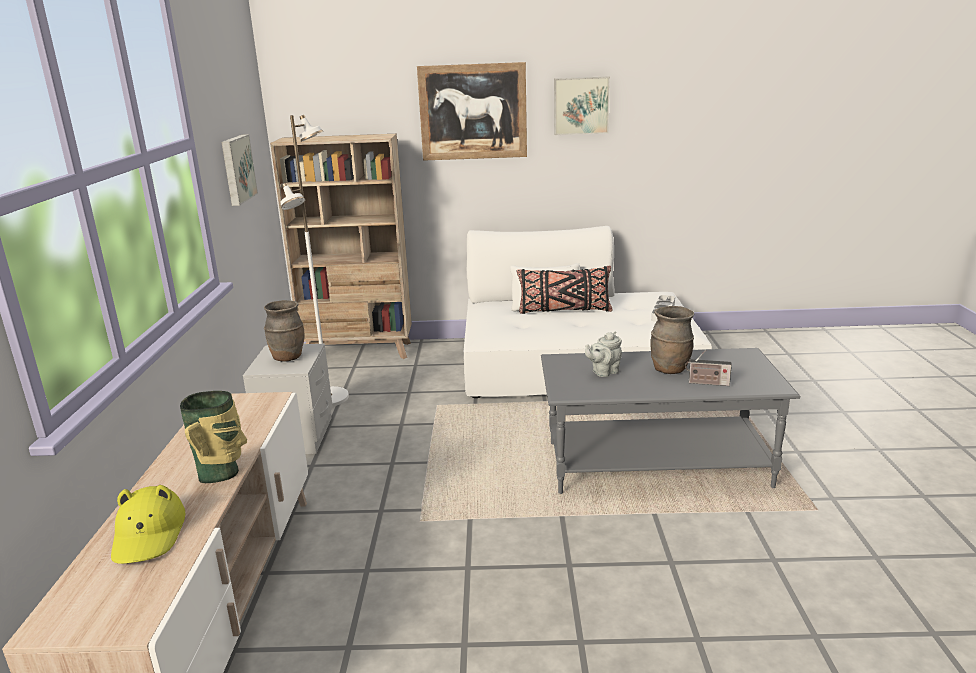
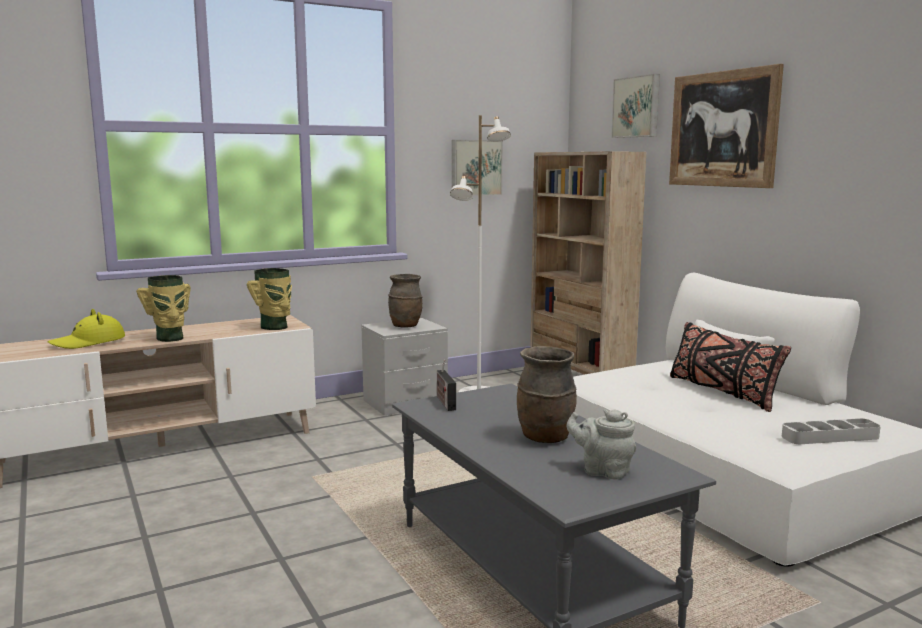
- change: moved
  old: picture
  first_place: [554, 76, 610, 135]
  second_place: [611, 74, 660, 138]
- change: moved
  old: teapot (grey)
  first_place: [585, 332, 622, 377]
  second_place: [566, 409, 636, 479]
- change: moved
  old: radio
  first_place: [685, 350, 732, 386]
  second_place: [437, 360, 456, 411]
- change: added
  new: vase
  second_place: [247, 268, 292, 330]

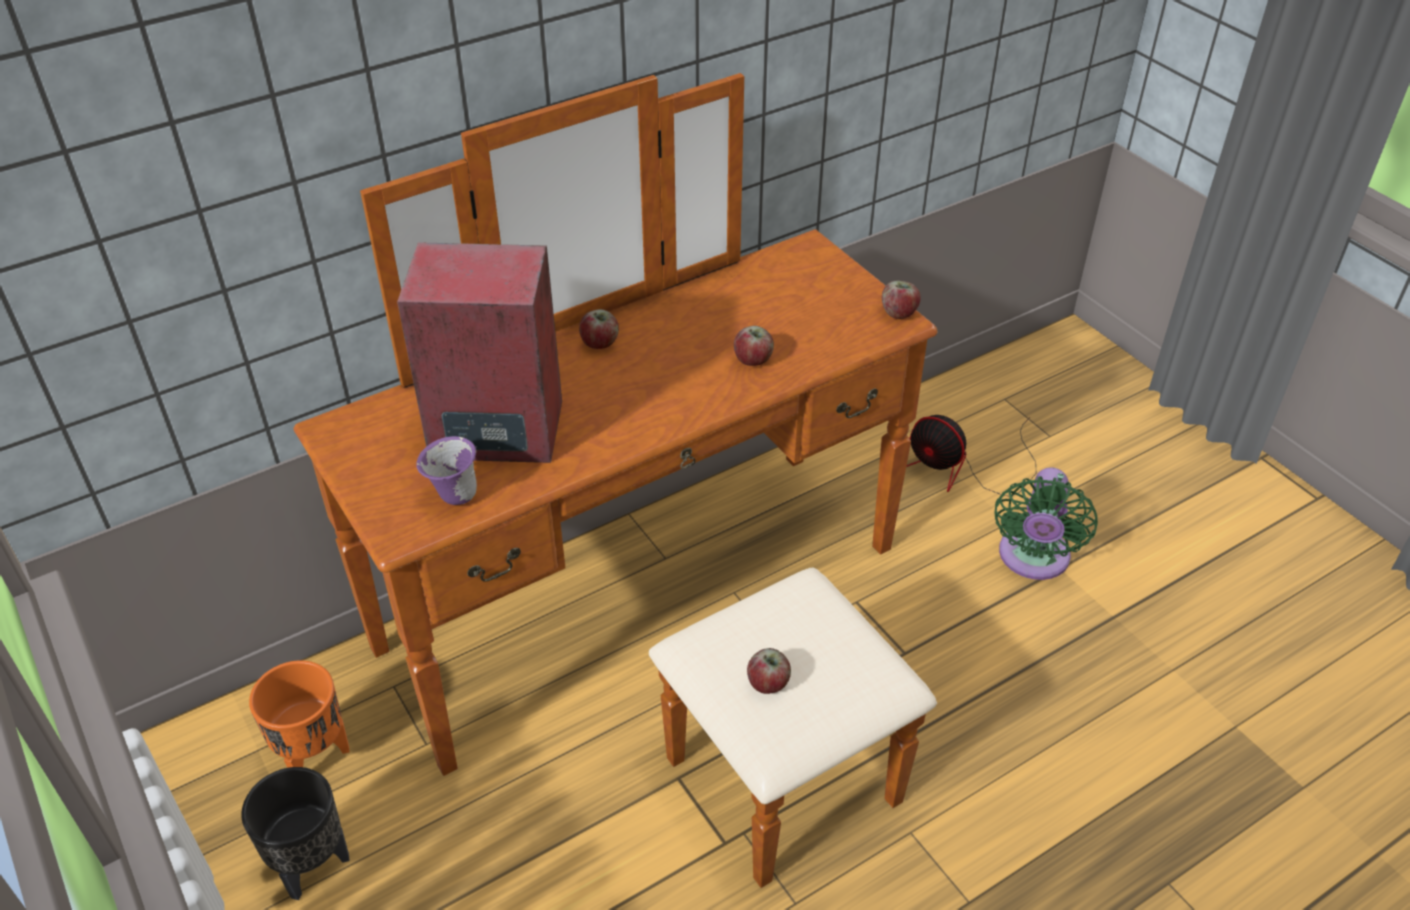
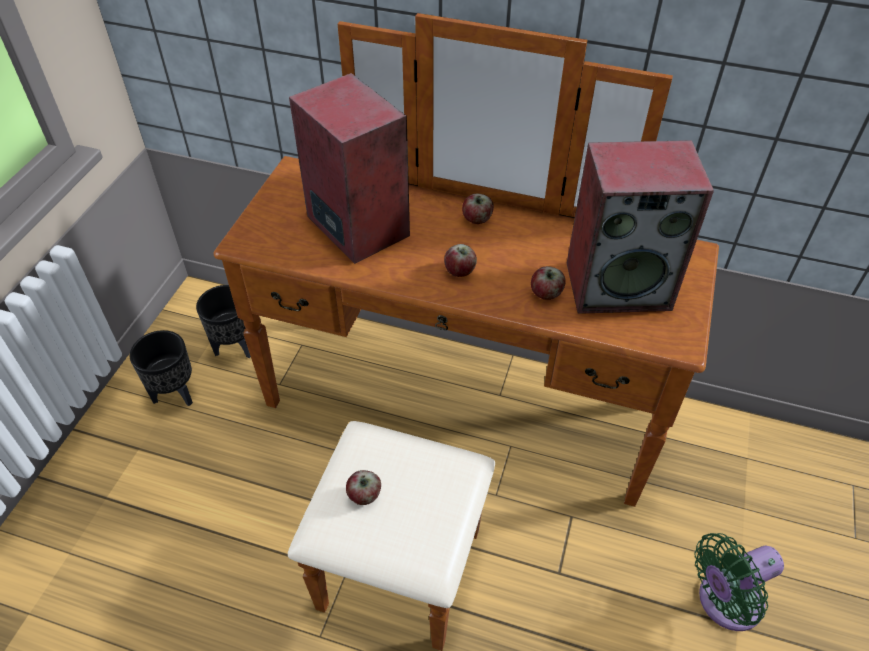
- change: recoloured
  old: planter (orange)
  new: planter (black)
  first_place: [249, 660, 350, 768]
  second_place: [196, 285, 251, 358]
- change: removed
  old: mug (purple)
  first_place: [416, 436, 477, 505]
- change: moved
  old: apple
  first_place: [882, 281, 921, 319]
  second_place: [444, 244, 477, 277]
- change: removed
  old: fan
  first_place: [906, 415, 1036, 496]
- change: added
  new: speaker
  second_place: [567, 140, 714, 314]

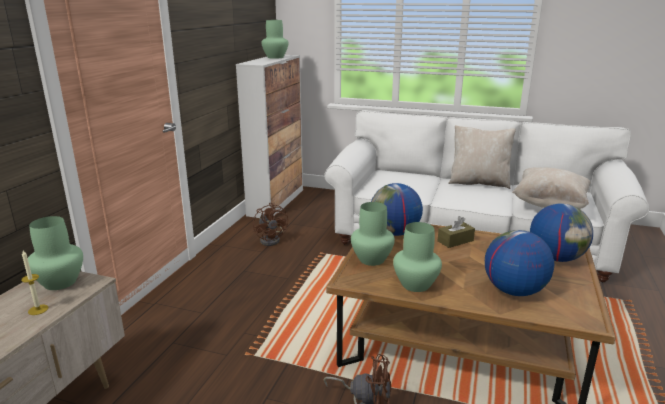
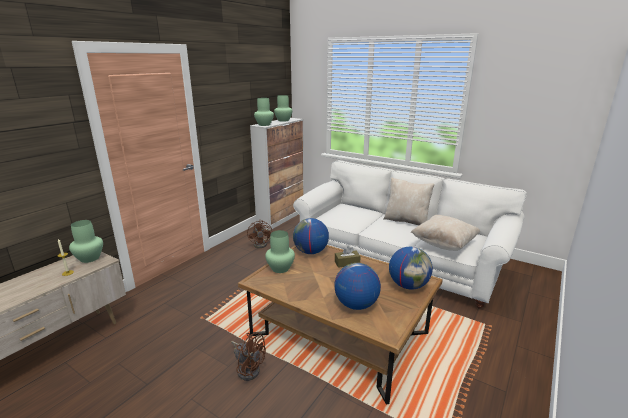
- change: moved
  old: vase (green)
  first_place: [393, 222, 442, 292]
  second_place: [254, 98, 274, 126]

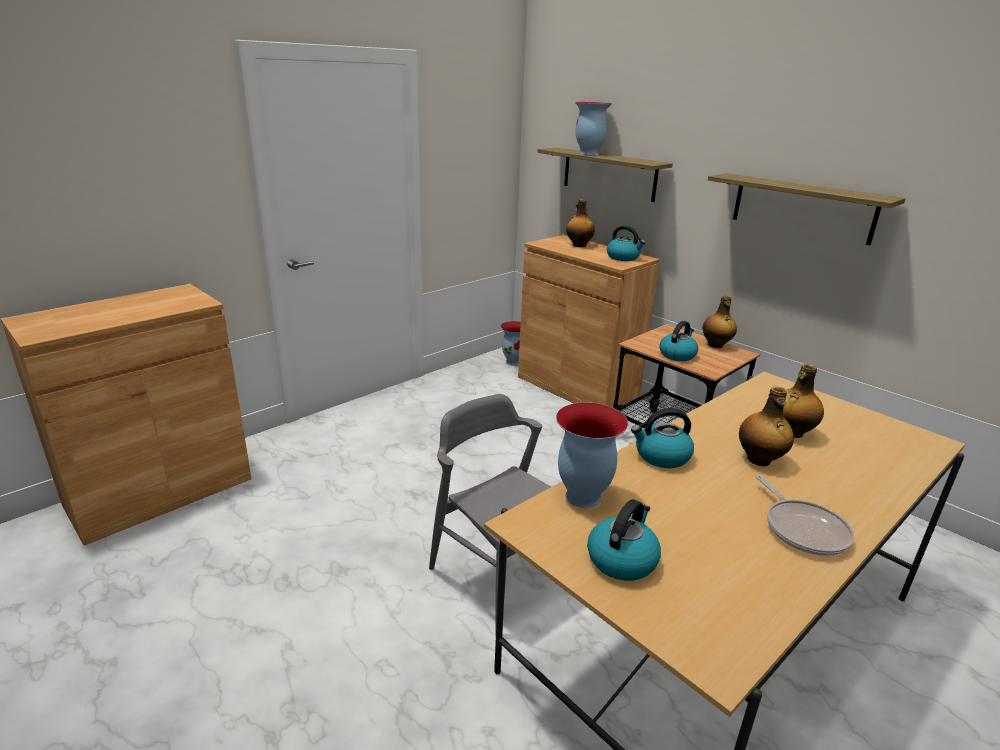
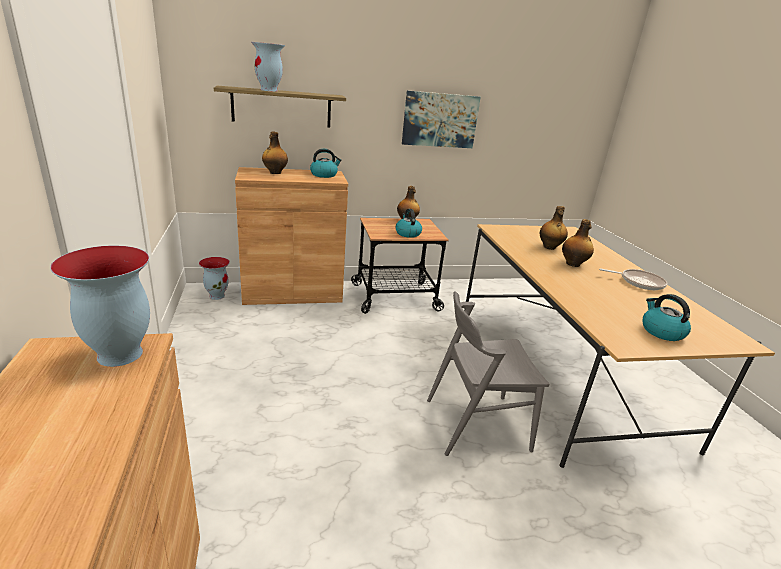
- change: moved
  old: vase
  first_place: [556, 402, 628, 508]
  second_place: [50, 245, 150, 367]
- change: removed
  old: kettle
  first_place: [631, 408, 694, 468]
- change: replaced
  old: shelf
  new: picture
  first_place: [708, 173, 906, 245]
  second_place: [402, 91, 481, 148]

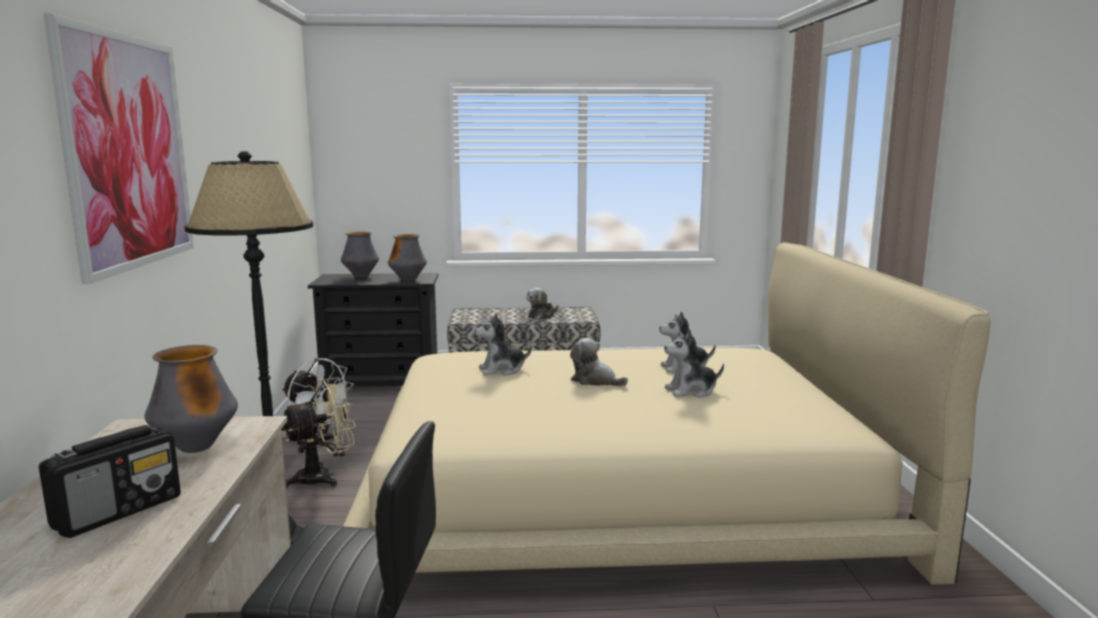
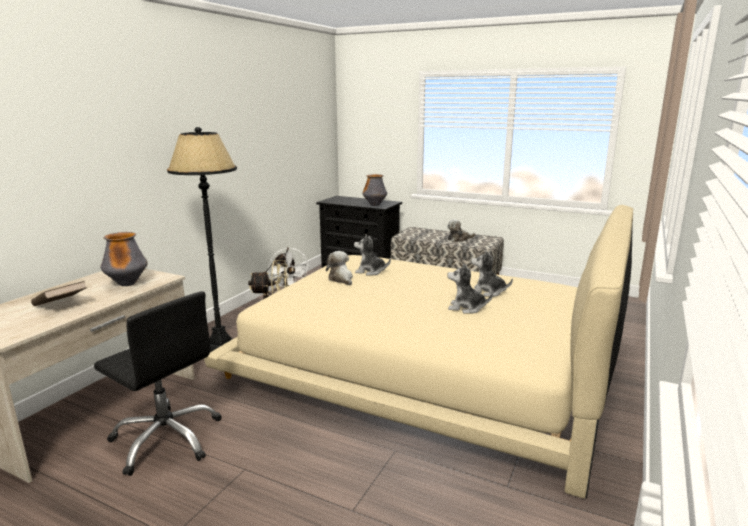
- change: replaced
  old: radio
  new: book (brown)
  first_place: [39, 425, 181, 538]
  second_place: [31, 281, 87, 306]
- change: removed
  old: picture
  first_place: [43, 13, 194, 284]
- change: removed
  old: vase
  first_place: [341, 232, 379, 278]
- change: moved
  old: plush toy
  first_place: [570, 338, 628, 386]
  second_place: [326, 251, 353, 285]

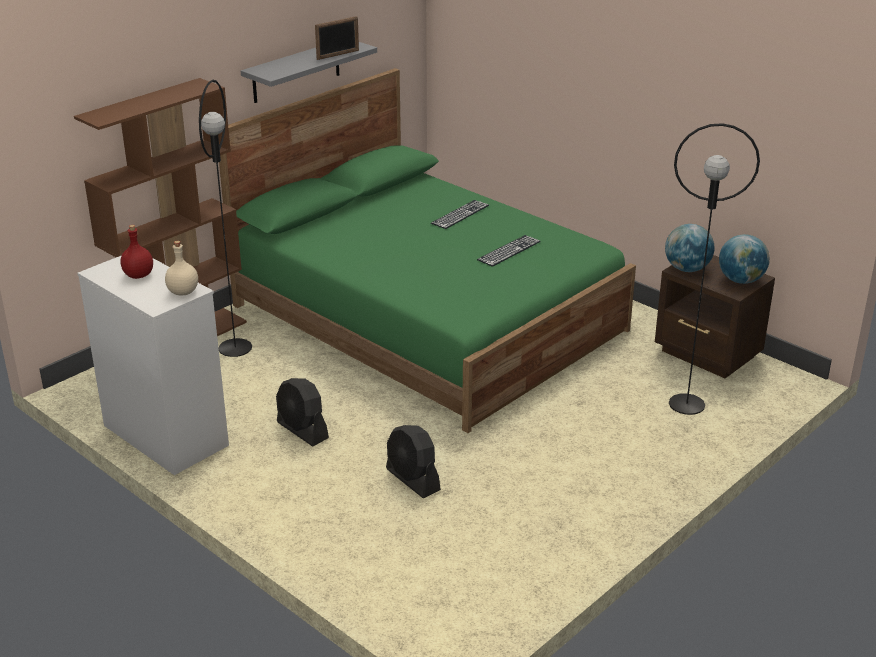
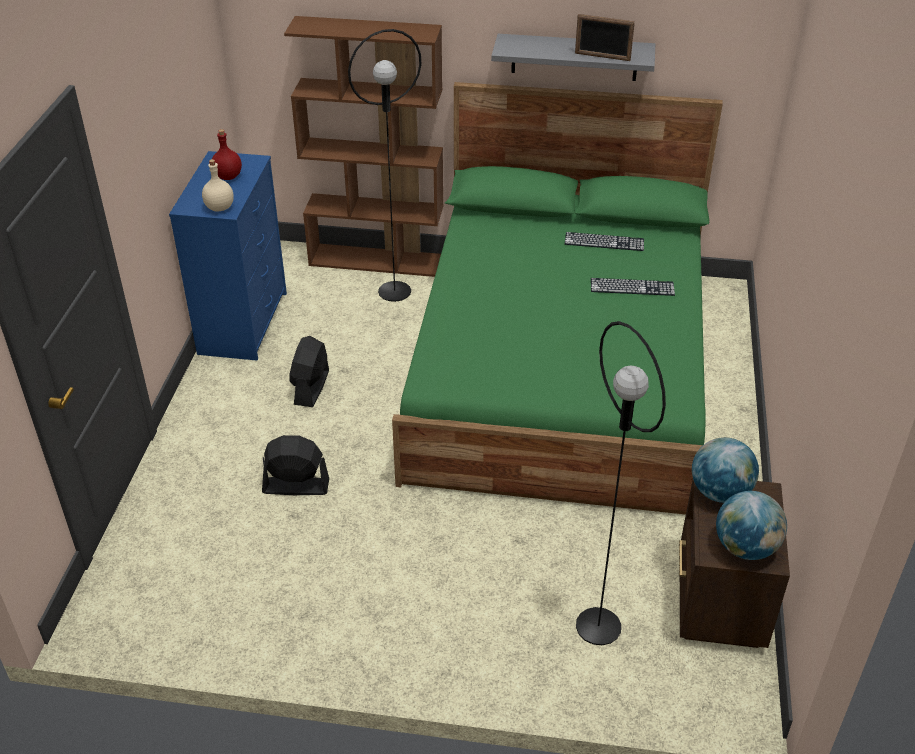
- change: recoloured
  old: dresser (white)
  new: dresser (blue)
  first_place: [78, 255, 229, 475]
  second_place: [169, 151, 287, 361]
- change: turned
  old: fan (black)
  first_place: [386, 425, 441, 498]
  second_place: [262, 435, 329, 495]
  degrees: 75
- change: moved
  old: keyboard
  first_place: [477, 235, 540, 267]
  second_place: [565, 232, 644, 251]

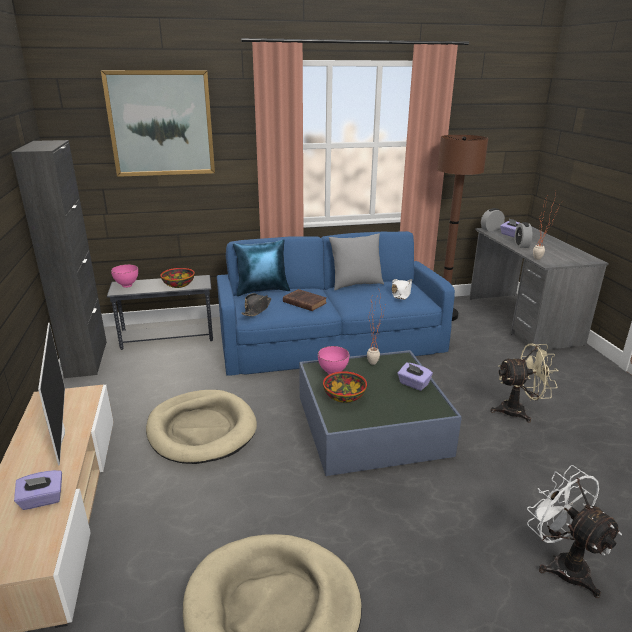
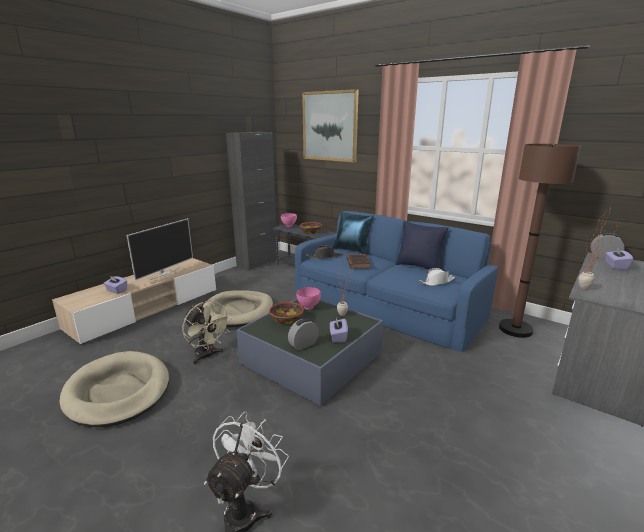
- change: recoloured
  old: pillow (grey)
  new: pillow (blue)
  first_place: [329, 234, 384, 290]
  second_place: [396, 221, 449, 269]
- change: moved
  old: fan (beige)
  first_place: [490, 343, 558, 423]
  second_place: [182, 301, 232, 364]
- change: moved
  old: alarm clock
  first_place: [515, 222, 532, 248]
  second_place: [288, 319, 319, 350]

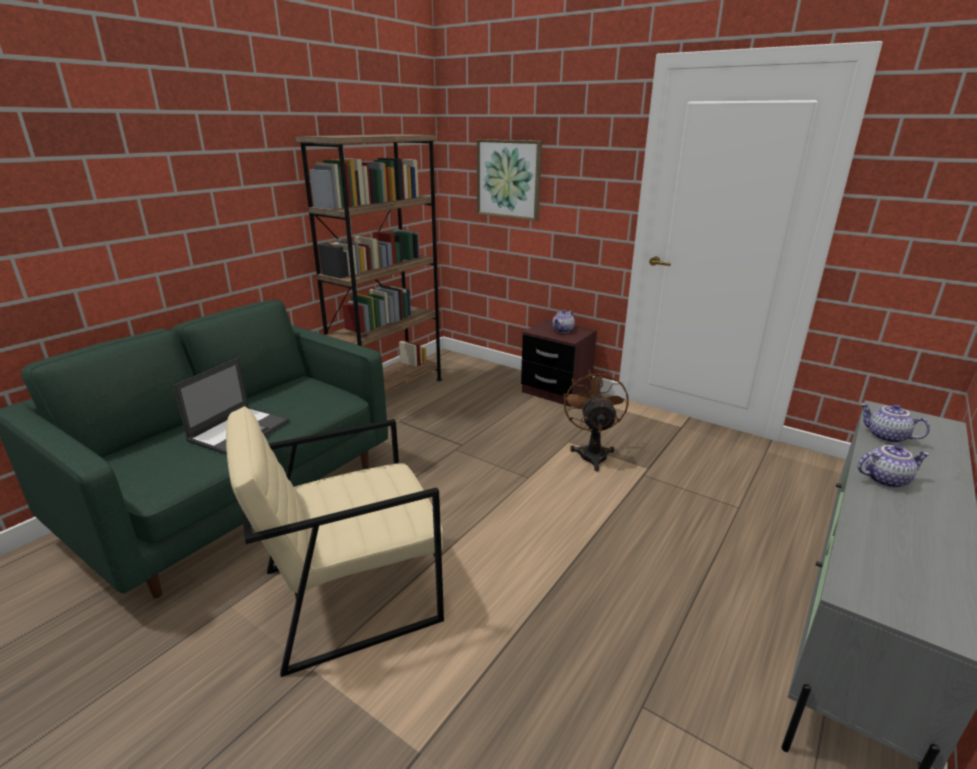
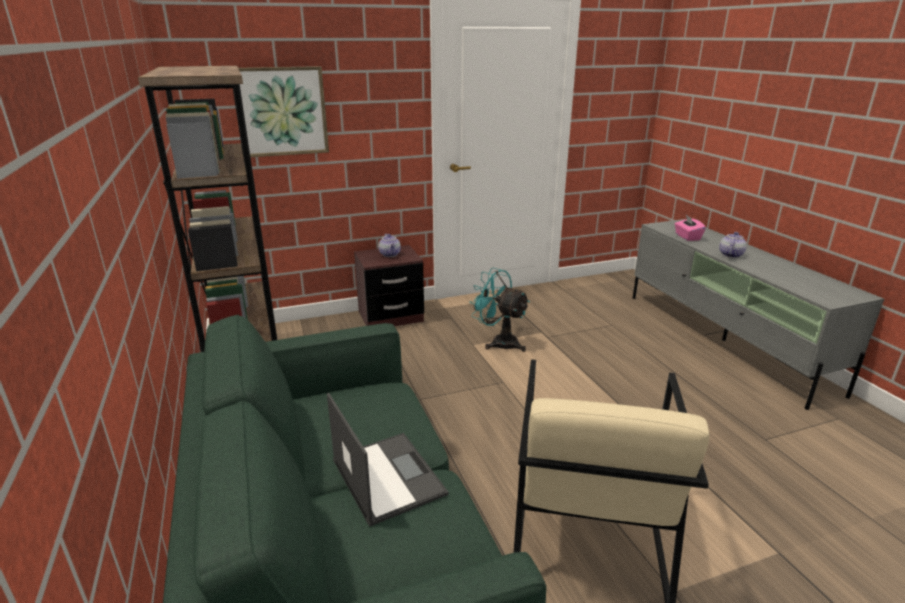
- change: recoloured
  old: fan (brown)
  new: fan (turquoise)
  first_place: [564, 370, 629, 471]
  second_place: [469, 267, 530, 352]
- change: replaced
  old: teapot
  new: tissue box (pink)
  first_place: [860, 403, 930, 443]
  second_place: [675, 215, 706, 241]

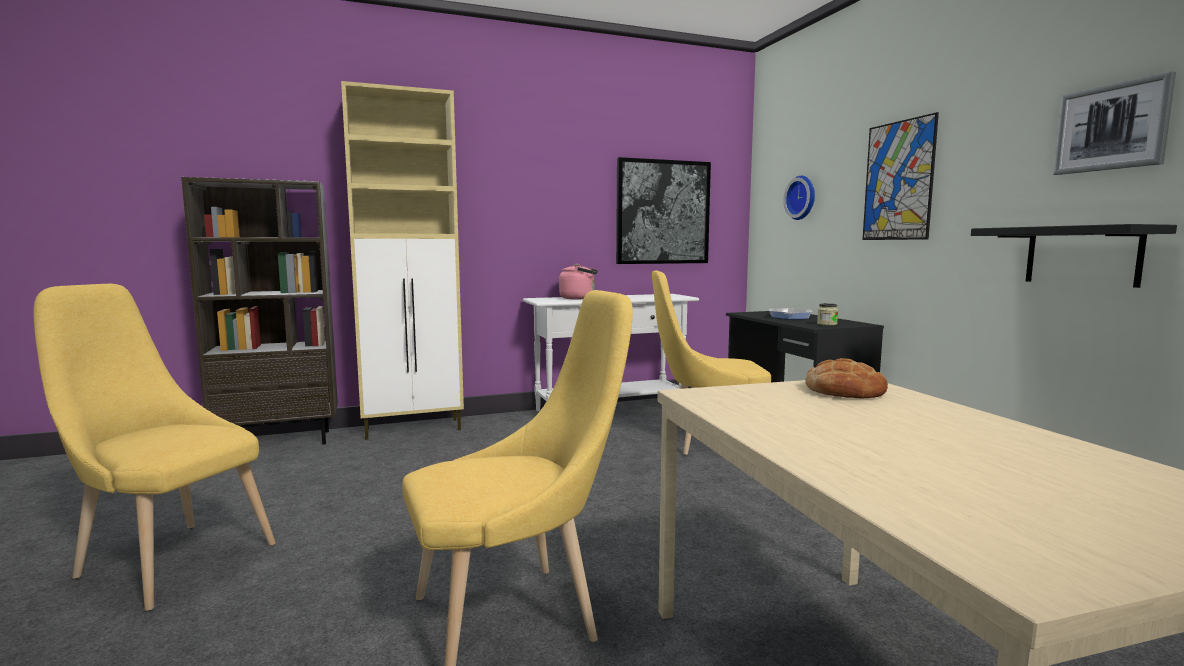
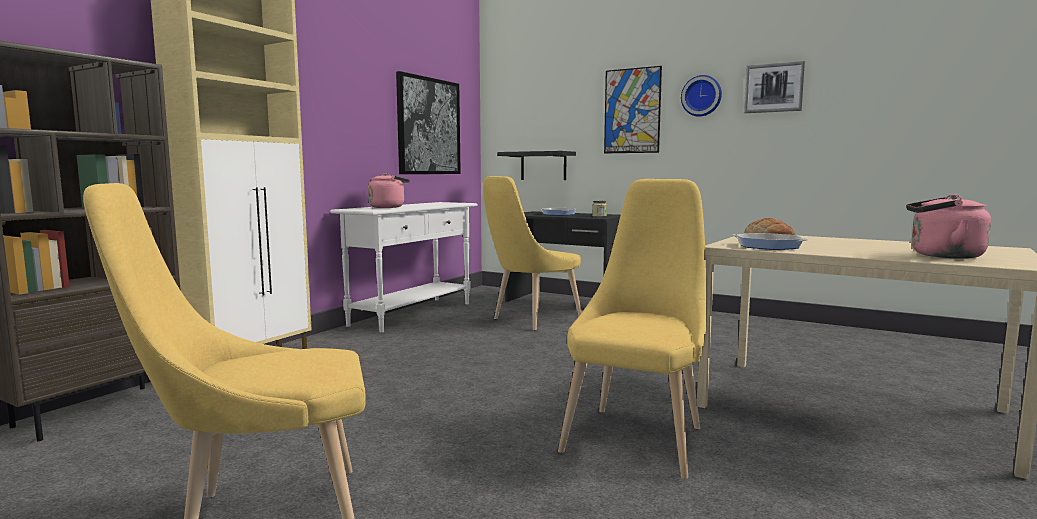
- change: moved
  old: wall clock
  first_place: [783, 176, 815, 220]
  second_place: [681, 75, 722, 117]
- change: moved
  old: shelf (black)
  first_place: [971, 224, 1177, 288]
  second_place: [497, 151, 576, 180]
- change: added
  new: frying pan
  second_place: [733, 233, 808, 250]
- change: added
  new: kettle (pink)
  second_place: [906, 194, 991, 259]

